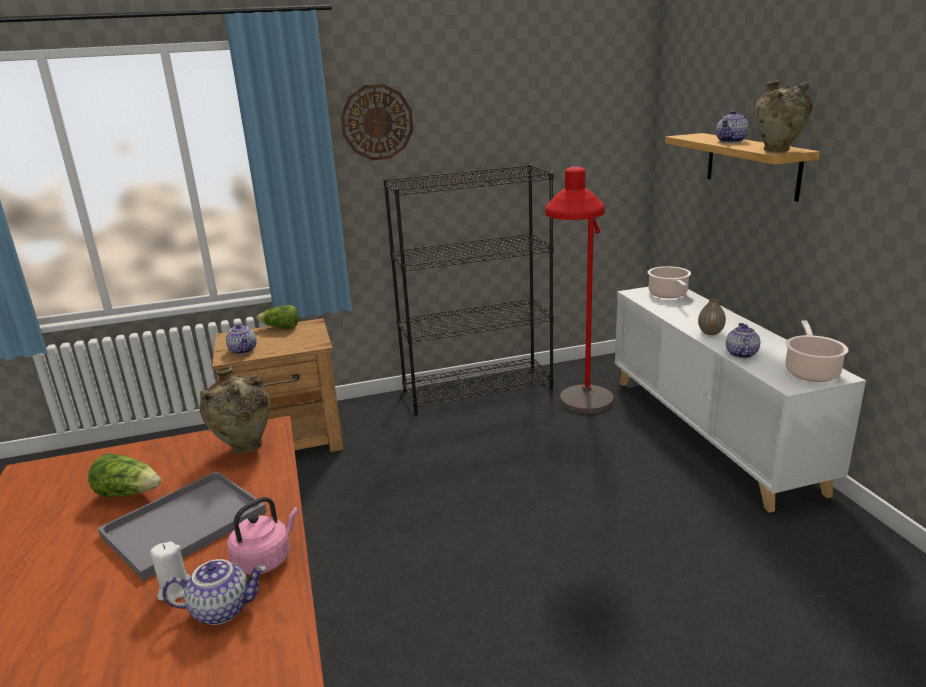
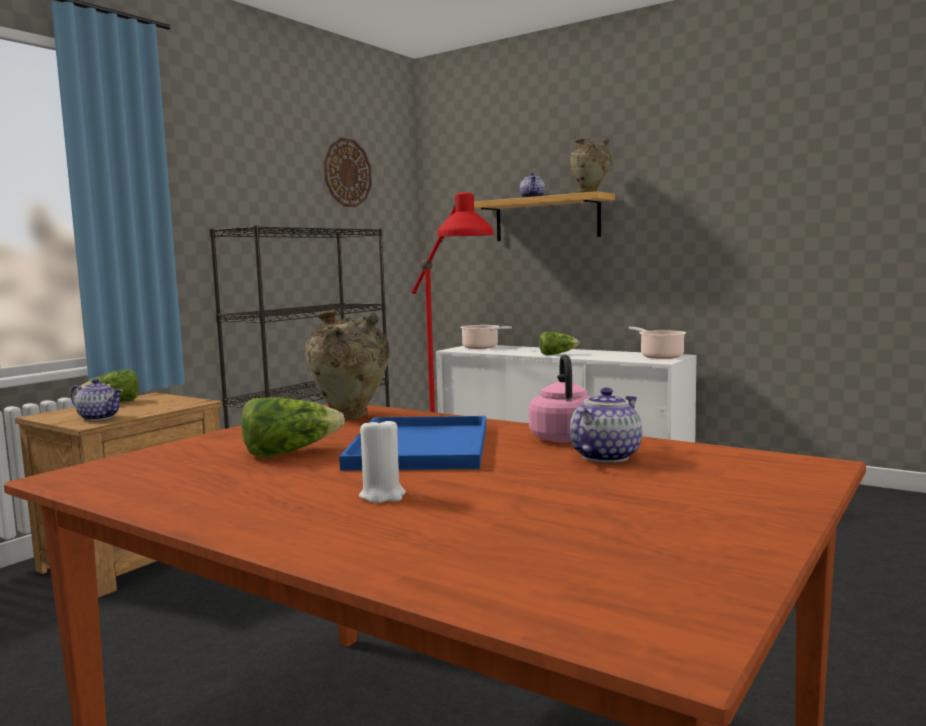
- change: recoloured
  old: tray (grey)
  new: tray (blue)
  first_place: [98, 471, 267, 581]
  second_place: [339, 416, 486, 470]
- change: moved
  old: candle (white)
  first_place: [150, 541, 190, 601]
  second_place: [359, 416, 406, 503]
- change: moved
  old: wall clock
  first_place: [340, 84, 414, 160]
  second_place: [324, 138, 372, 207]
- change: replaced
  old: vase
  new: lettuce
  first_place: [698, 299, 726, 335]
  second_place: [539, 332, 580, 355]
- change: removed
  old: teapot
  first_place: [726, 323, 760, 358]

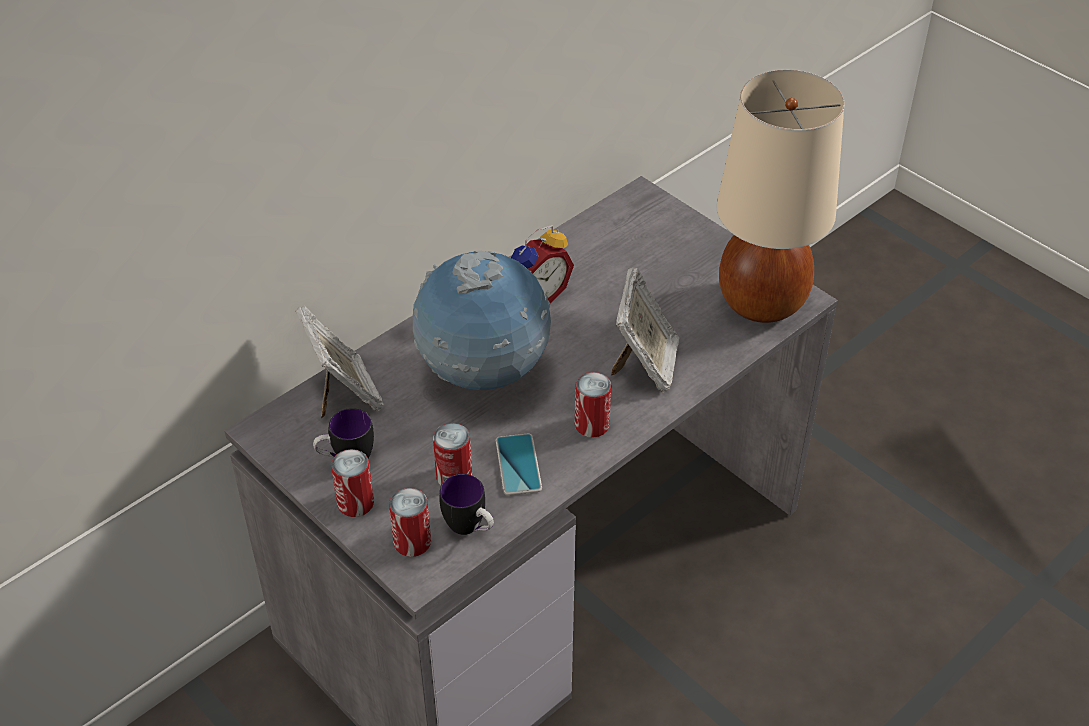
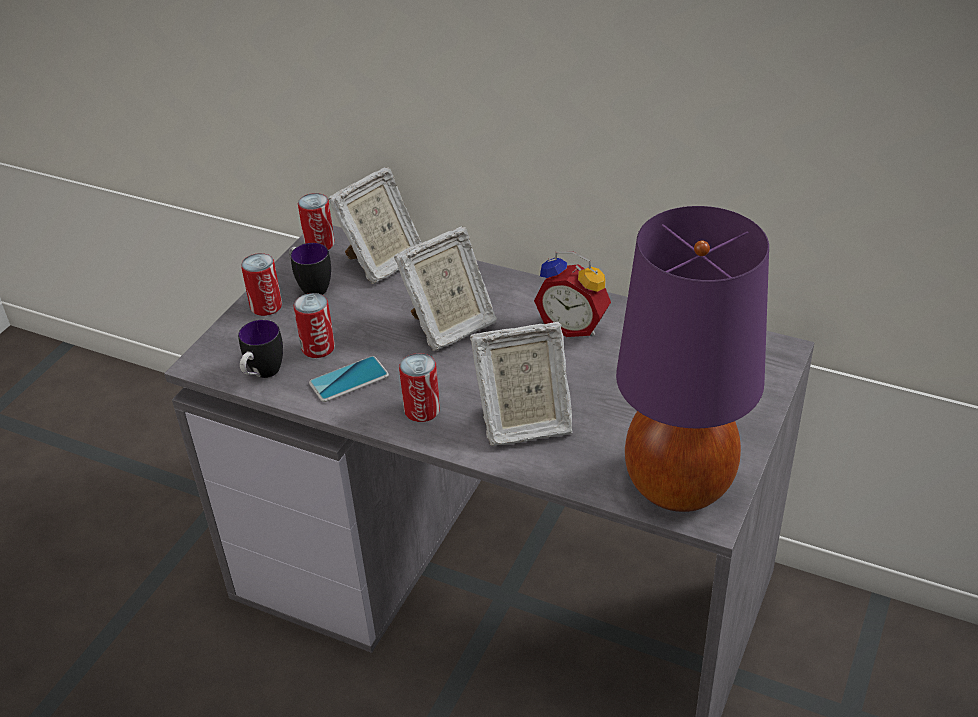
- change: moved
  old: can
  first_place: [389, 488, 431, 557]
  second_place: [298, 193, 335, 250]
- change: replaced
  old: globe
  new: picture frame
  first_place: [413, 251, 551, 390]
  second_place: [394, 226, 497, 351]
- change: recoloured
  old: table lamp (beige)
  new: table lamp (purple)
  first_place: [717, 70, 845, 323]
  second_place: [616, 206, 769, 512]

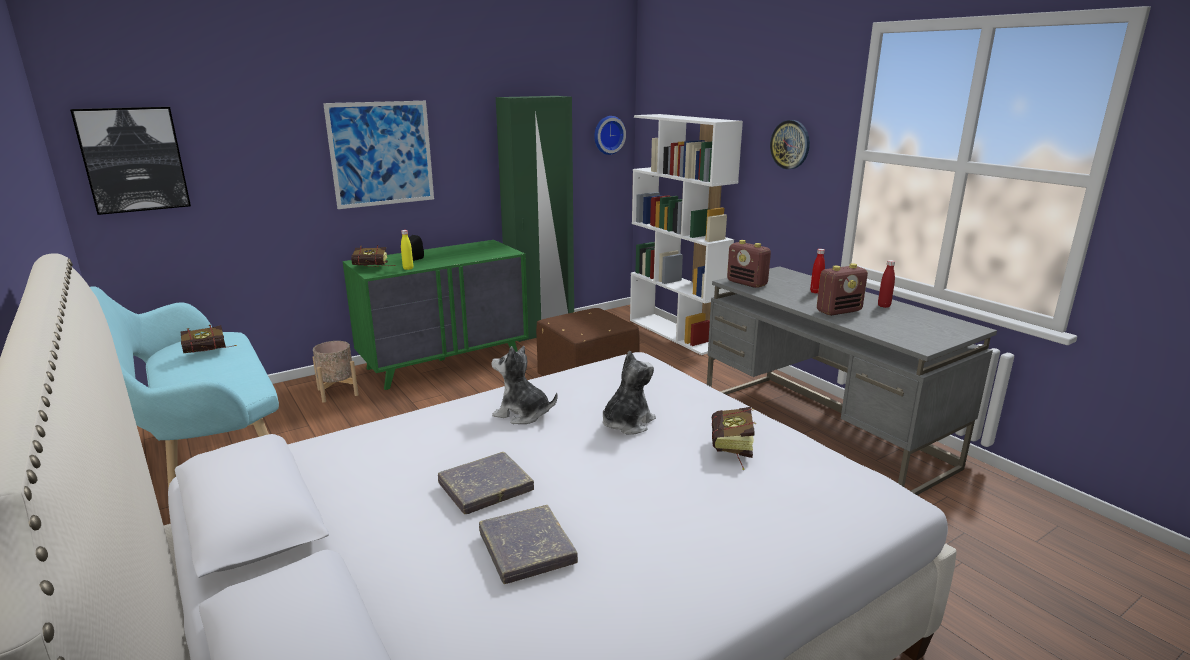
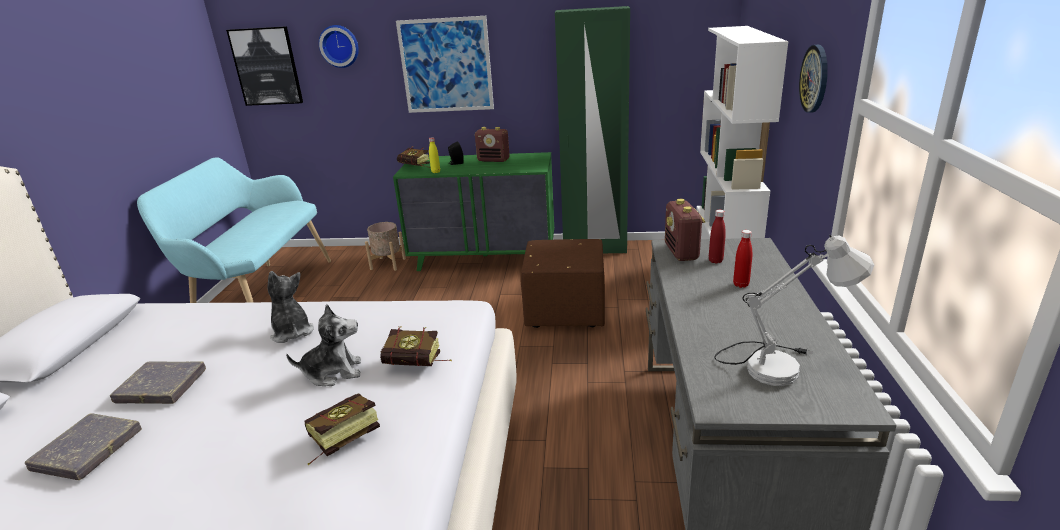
- change: moved
  old: book
  first_place: [180, 325, 237, 353]
  second_place: [380, 326, 452, 366]
- change: moved
  old: wall clock
  first_place: [594, 116, 626, 155]
  second_place: [319, 25, 359, 68]
- change: moved
  old: radio
  first_place: [817, 263, 868, 316]
  second_place: [475, 127, 510, 162]
- change: moved
  old: bottle (red)
  first_place: [878, 260, 895, 308]
  second_place: [709, 210, 726, 264]
- change: added
  new: table lamp (white)
  second_place: [714, 235, 874, 386]

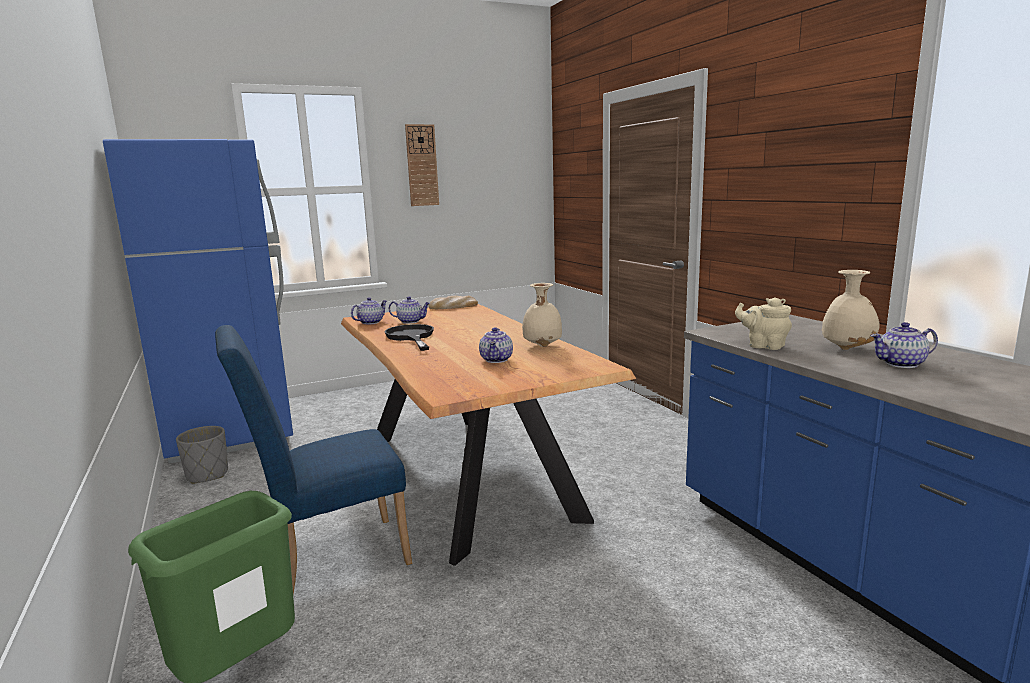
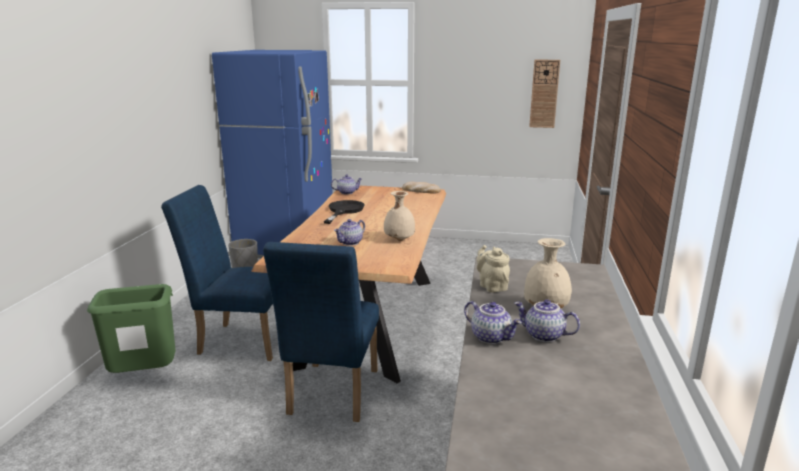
- change: moved
  old: teapot
  first_place: [389, 296, 430, 324]
  second_place: [464, 301, 522, 344]
- change: moved
  old: wall clock
  first_place: [405, 124, 439, 206]
  second_place: [529, 60, 560, 128]
- change: added
  new: chair (blue)
  second_place: [263, 242, 379, 422]

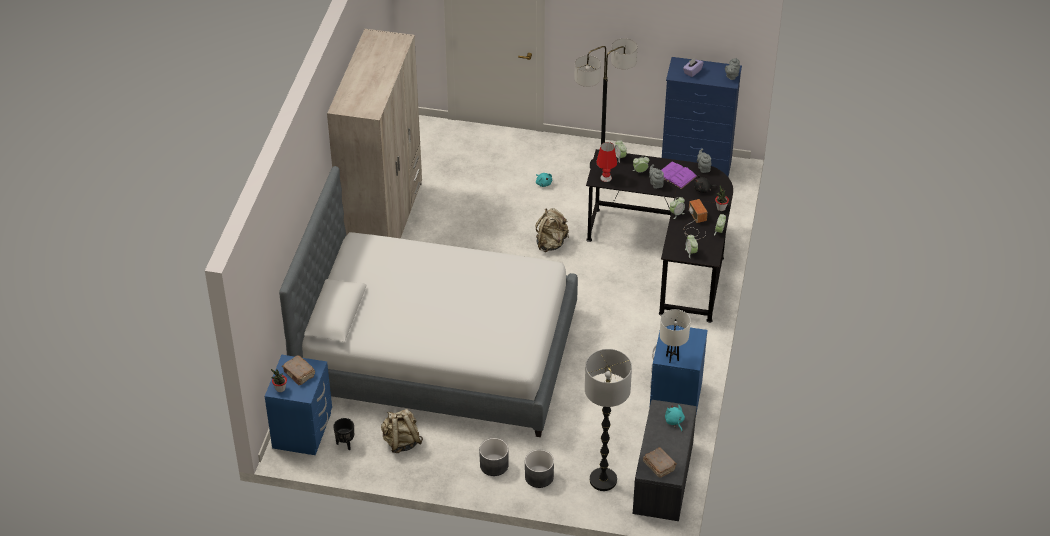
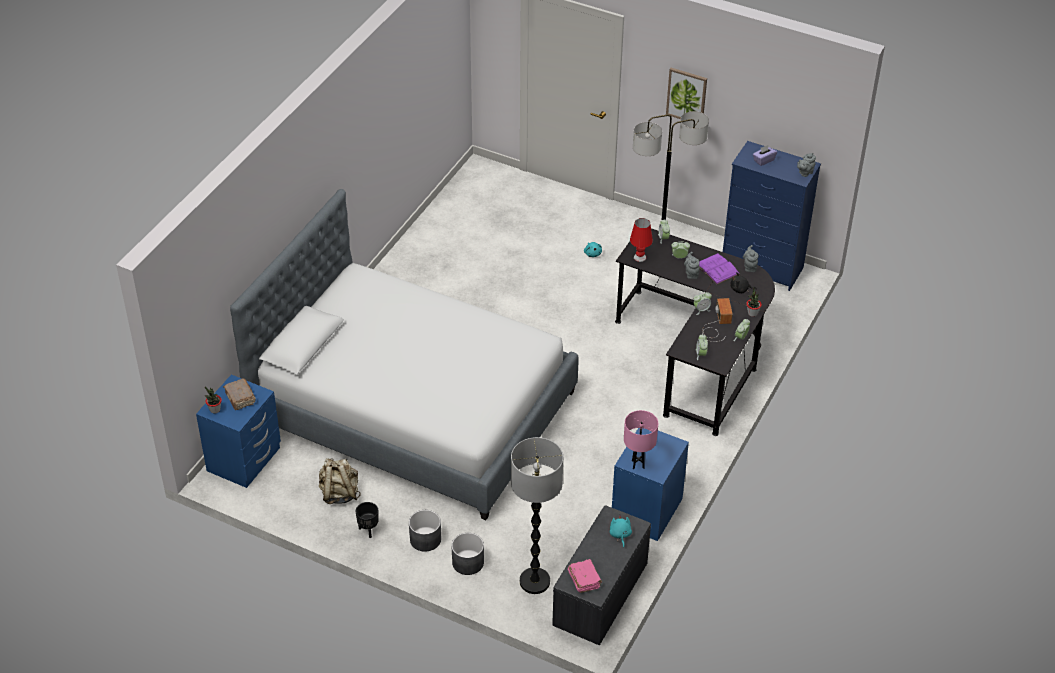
- change: removed
  old: wardrobe (beige)
  first_place: [327, 29, 422, 239]
- change: moved
  old: planter (black)
  first_place: [333, 418, 354, 450]
  second_place: [355, 502, 379, 538]
- change: removed
  old: backpack (beige)
  first_place: [535, 208, 569, 252]
- change: recoloured
  old: book (brown)
  new: book (pink)
  first_place: [643, 447, 677, 478]
  second_place: [568, 559, 602, 593]
- change: recoloured
  old: table lamp (white)
  new: table lamp (pink)
  first_place: [660, 309, 691, 363]
  second_place: [624, 410, 658, 469]
- change: added
  new: picture
  second_place: [666, 68, 707, 119]

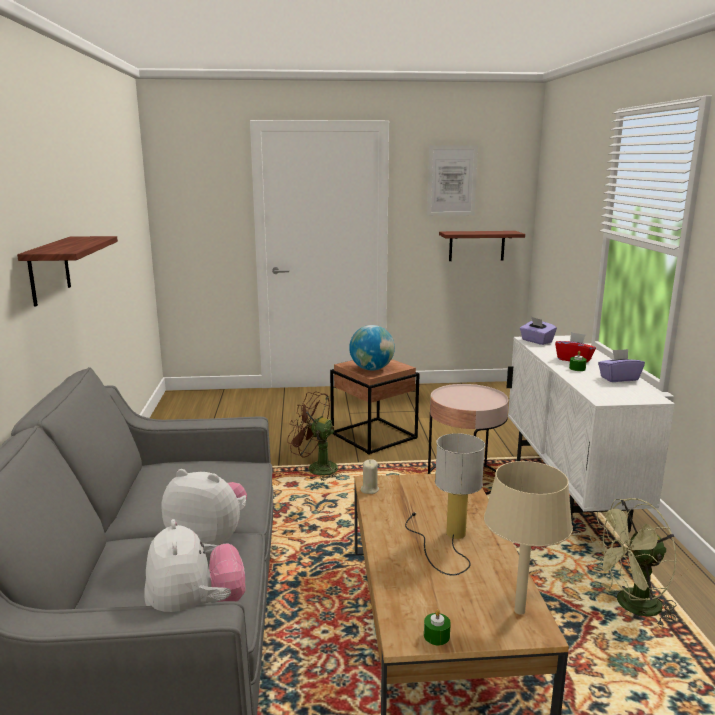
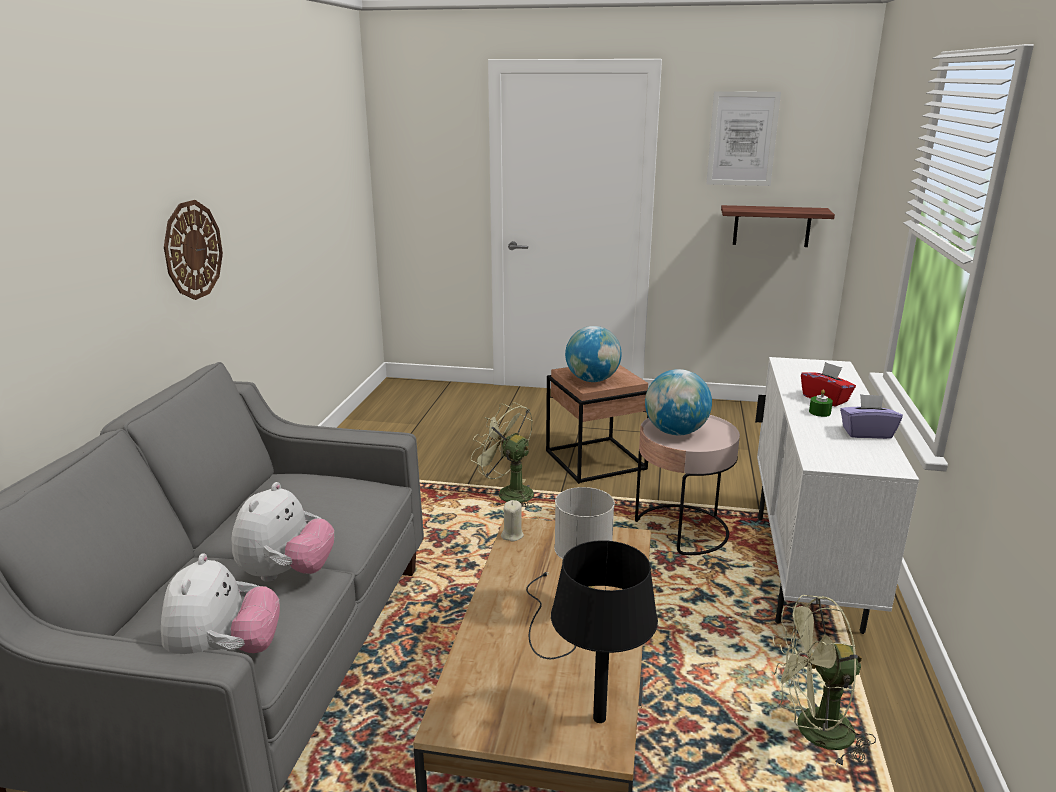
- change: replaced
  old: shelf
  new: wall clock
  first_place: [17, 236, 118, 307]
  second_place: [164, 200, 223, 300]
- change: turned
  old: plush toy
  first_place: [162, 469, 247, 546]
  second_place: [231, 482, 334, 582]
  degrees: 75
- change: recoloured
  old: fan (brown)
  new: fan (green)
  first_place: [287, 392, 342, 481]
  second_place: [471, 402, 534, 508]
- change: removed
  old: candle (green)
  first_place: [424, 609, 451, 645]
- change: recoloured
  old: table lamp (beige)
  new: table lamp (black)
  first_place: [484, 461, 573, 615]
  second_place: [551, 540, 658, 723]
- change: removed
  old: tissue box (purple)
  first_place: [520, 317, 557, 345]
- change: added
  new: globe
  second_place: [645, 369, 712, 435]

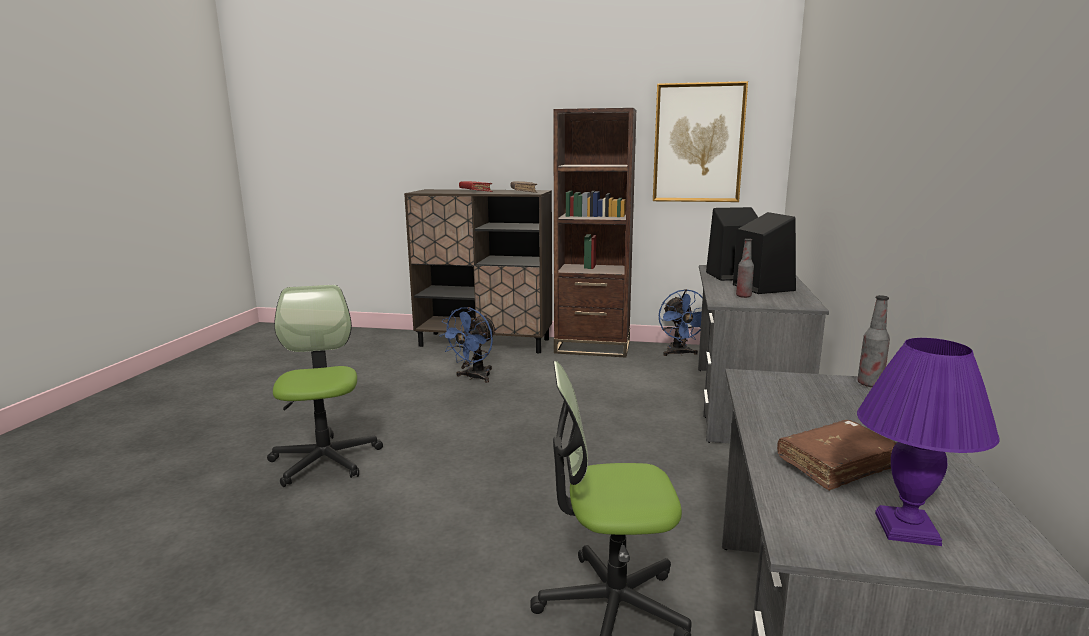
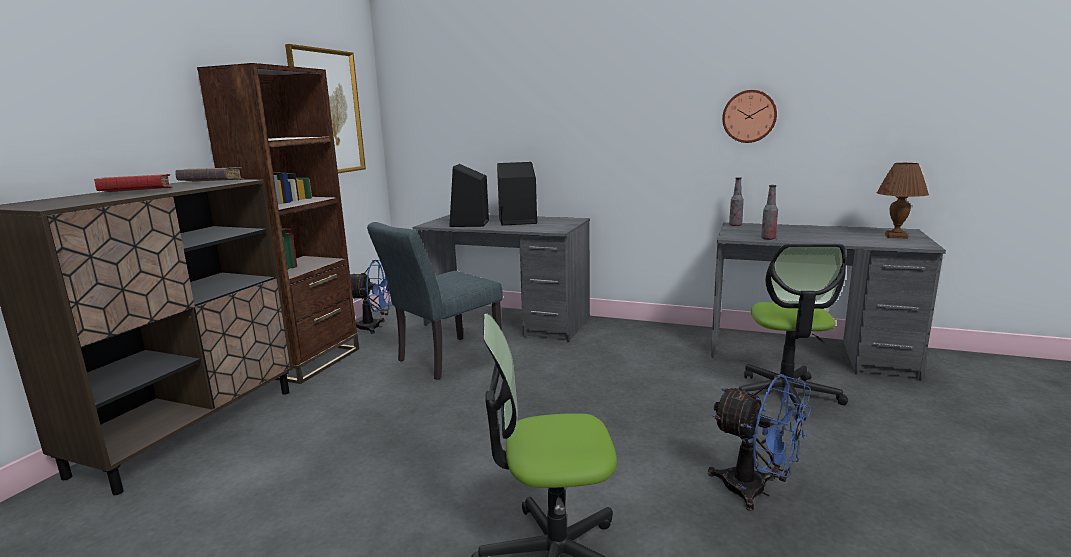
- change: moved
  old: fan (blue)
  first_place: [440, 307, 497, 383]
  second_place: [708, 374, 811, 511]
- change: moved
  old: bottle
  first_place: [736, 239, 754, 298]
  second_place: [761, 185, 778, 240]
- change: removed
  old: book (brown)
  first_place: [777, 420, 896, 491]
- change: recoloured
  old: table lamp (purple)
  new: table lamp (brown)
  first_place: [857, 338, 1000, 546]
  second_place: [877, 163, 929, 239]
- change: added
  new: chair (grey)
  second_place: [367, 222, 503, 380]
- change: added
  new: wall clock
  second_place: [722, 90, 777, 143]

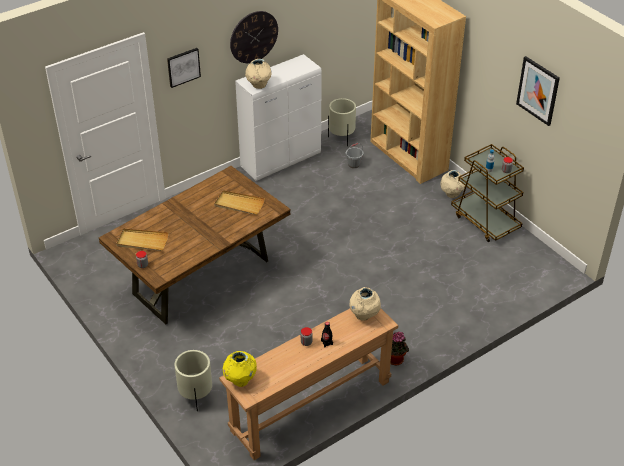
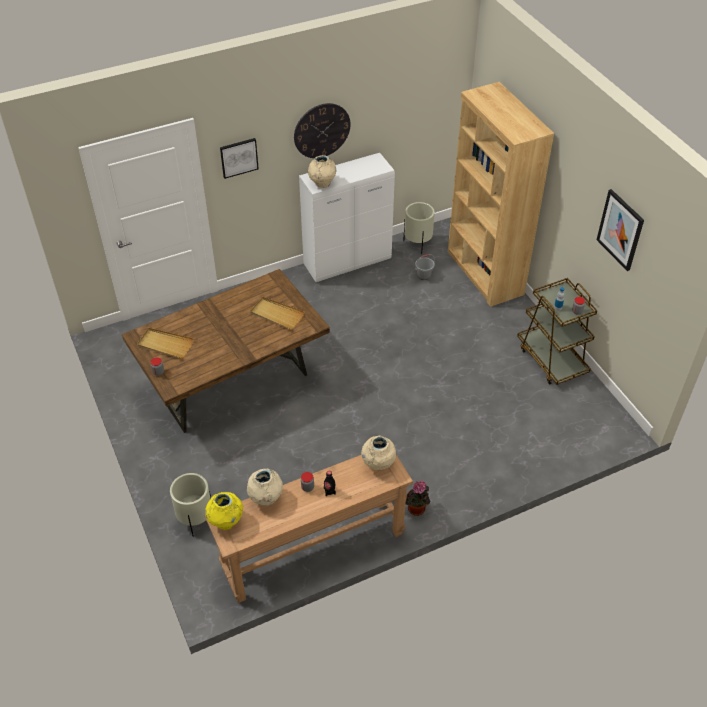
- change: moved
  old: vase (beige)
  first_place: [440, 170, 465, 198]
  second_place: [247, 469, 283, 506]

